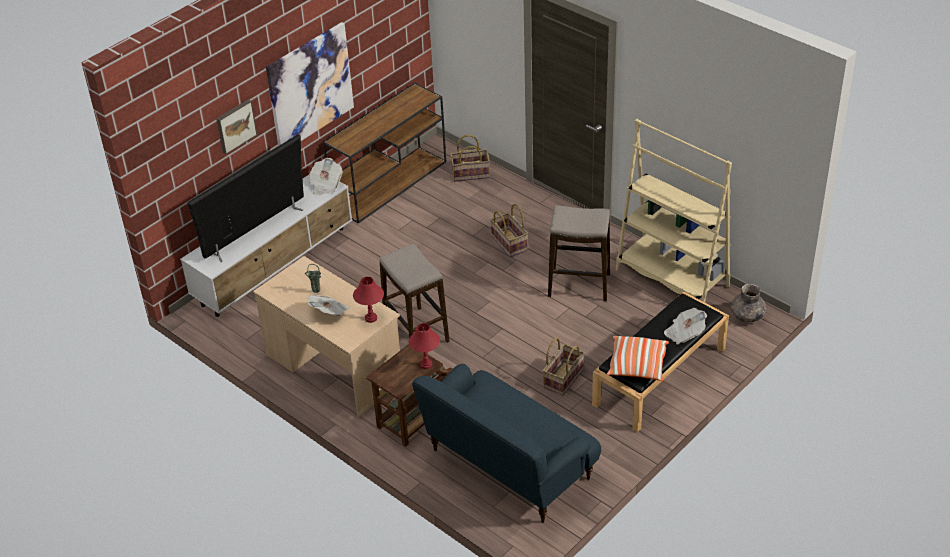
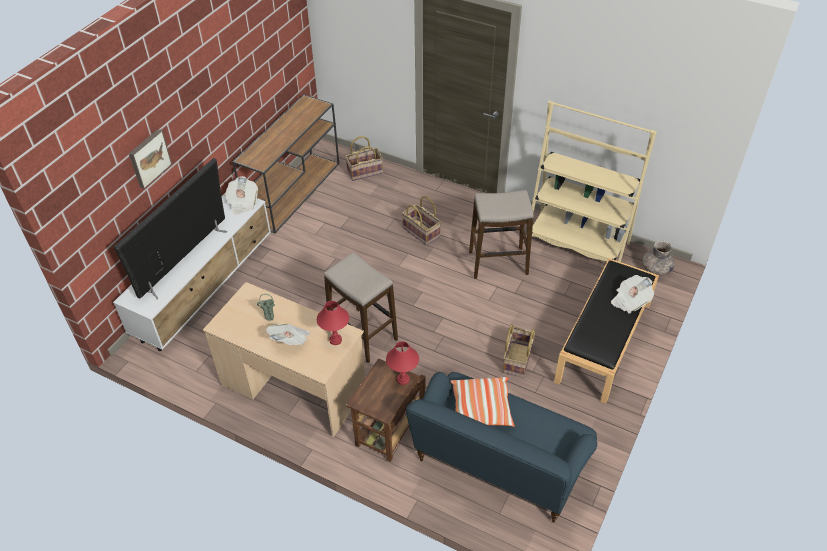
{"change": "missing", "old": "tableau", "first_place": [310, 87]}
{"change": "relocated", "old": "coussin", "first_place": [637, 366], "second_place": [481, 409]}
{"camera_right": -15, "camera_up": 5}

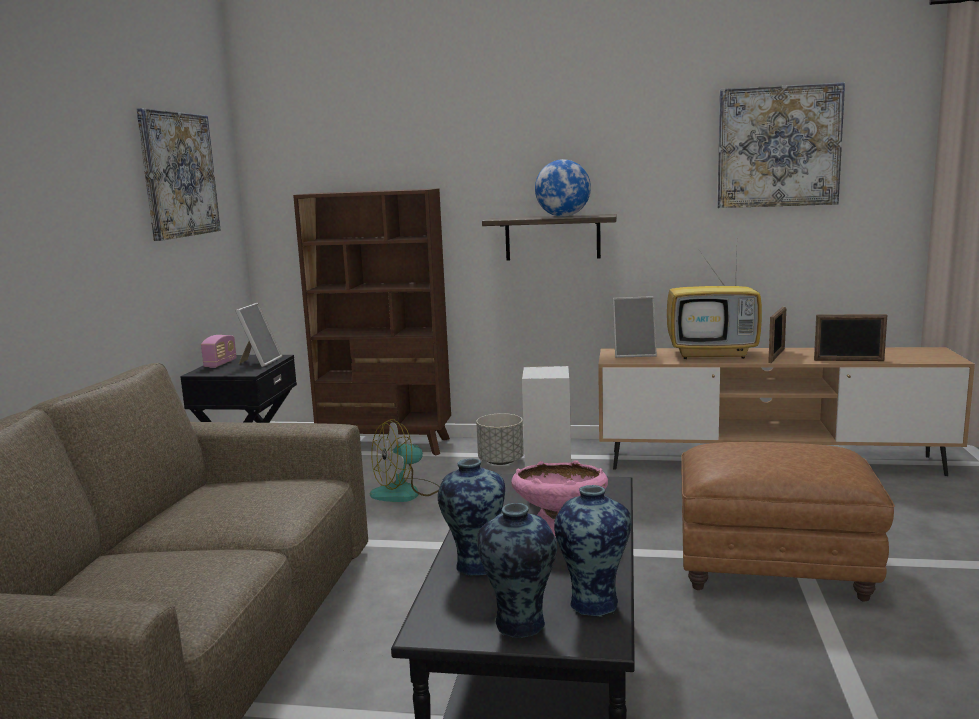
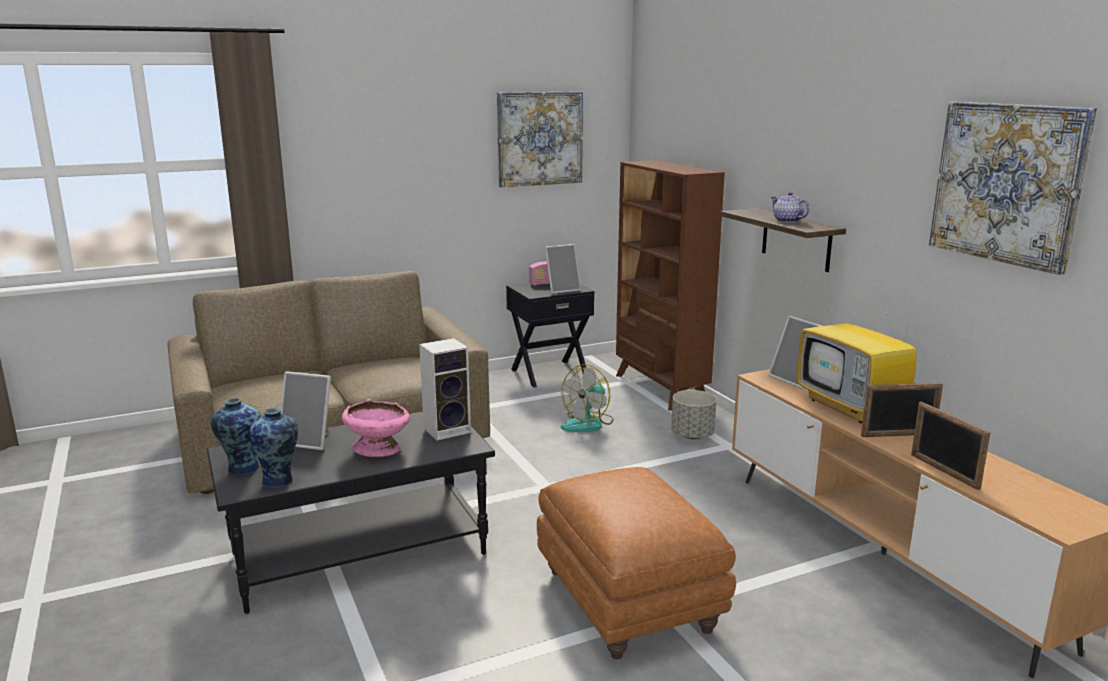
{"change": "exchanged", "old": "vase", "new": "cadre photo", "first_place": [475, 565], "second_place": [309, 441]}
{"change": "exchanged", "old": "globe", "new": "théière", "first_place": [563, 216], "second_place": [787, 221]}
{"change": "spun", "old": "ventilateur", "first_place": [406, 493], "second_place": [588, 423], "degrees": -75}
{"camera_right": 55, "camera_up": 5}

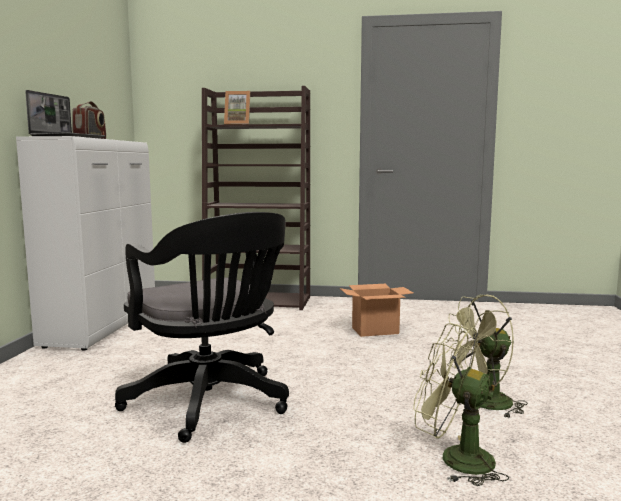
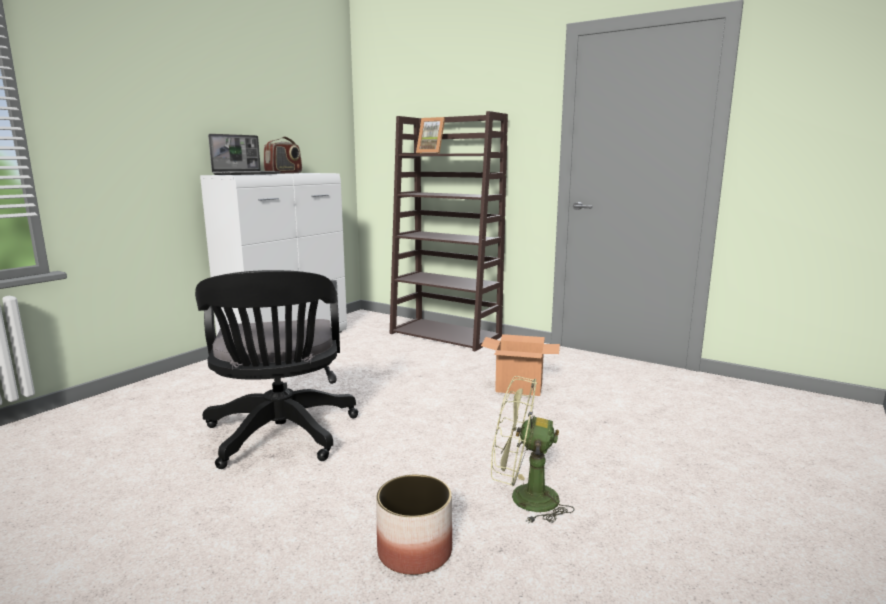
{"change": "exchanged", "old": "ventilateur/vert", "new": "cache-pot", "first_place": [455, 459], "second_place": [414, 552]}
{"camera_right": 25, "camera_up": 5}

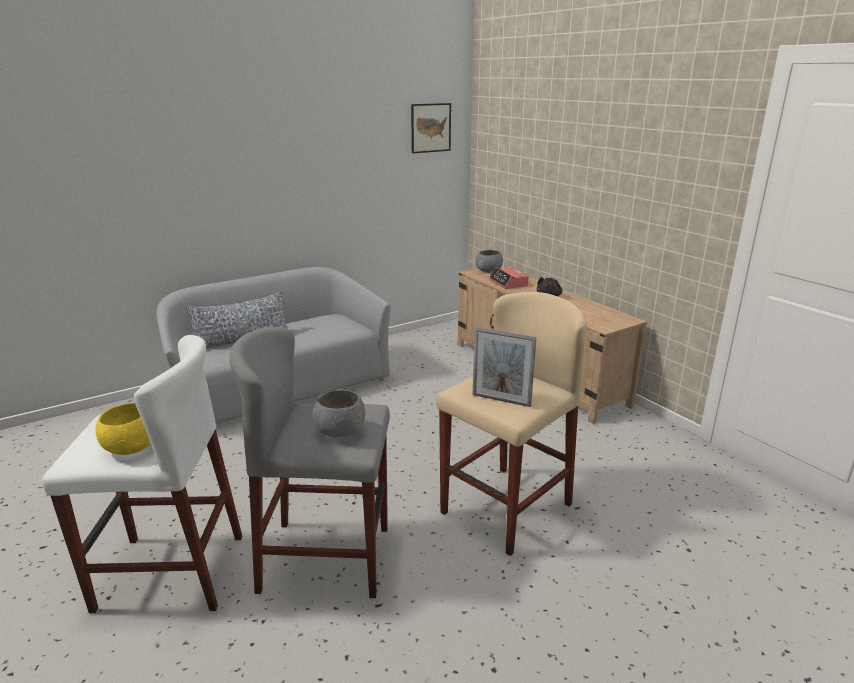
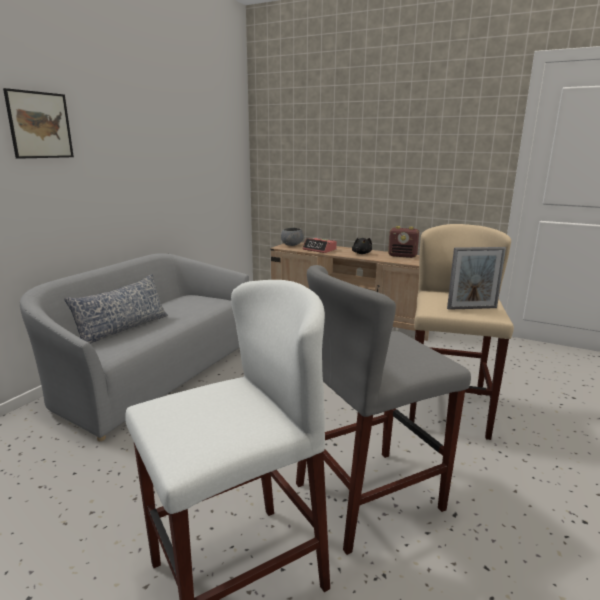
{"change": "missing", "old": "bol/jaune", "first_place": [132, 447]}
{"change": "missing", "old": "bol/gris", "first_place": [340, 431]}
{"change": "appeared", "new": "radio", "second_place": [402, 256]}
{"change": "relocated", "old": "tableau", "first_place": [430, 128], "second_place": [40, 125]}
{"camera_right": -30, "camera_up": -5}

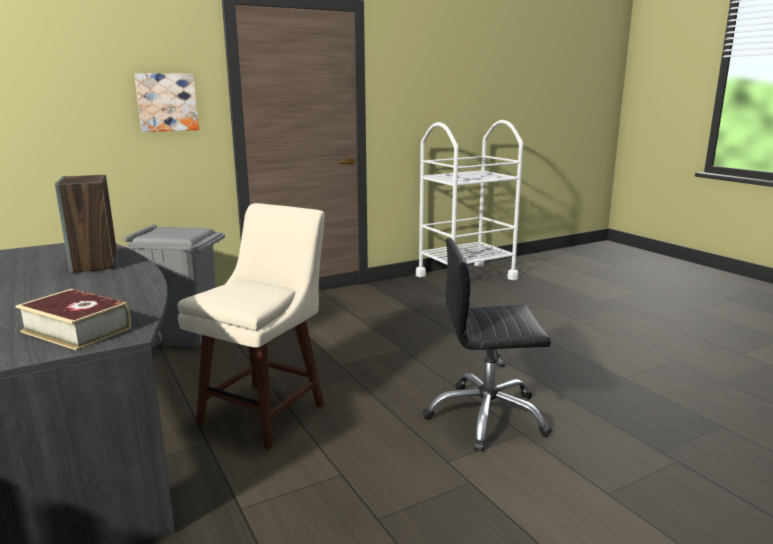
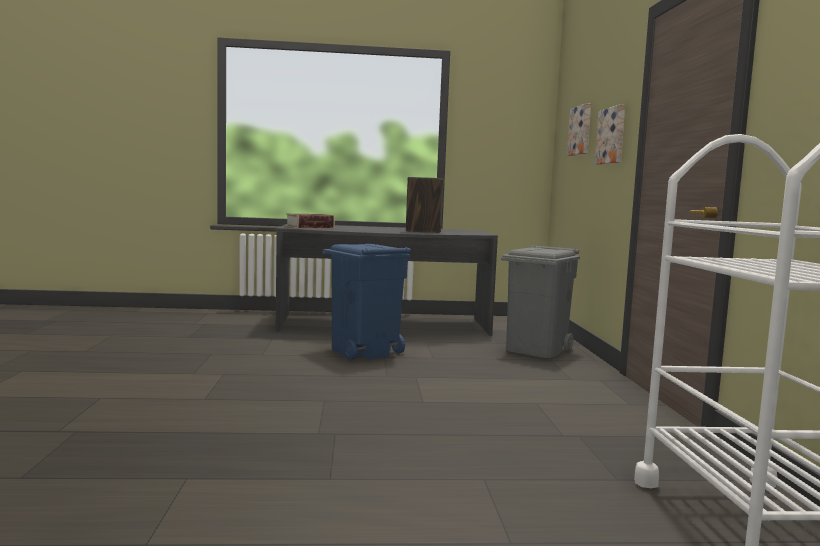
{"change": "missing", "old": "chaise de bureau/noir", "first_place": [486, 416]}
{"change": "appeared", "new": "tableau", "second_place": [581, 130]}
{"change": "exchanged", "old": "tabouret/beige", "new": "poubelle/bleu", "first_place": [265, 412], "second_place": [363, 351]}
{"camera_right": 115, "camera_up": -10}

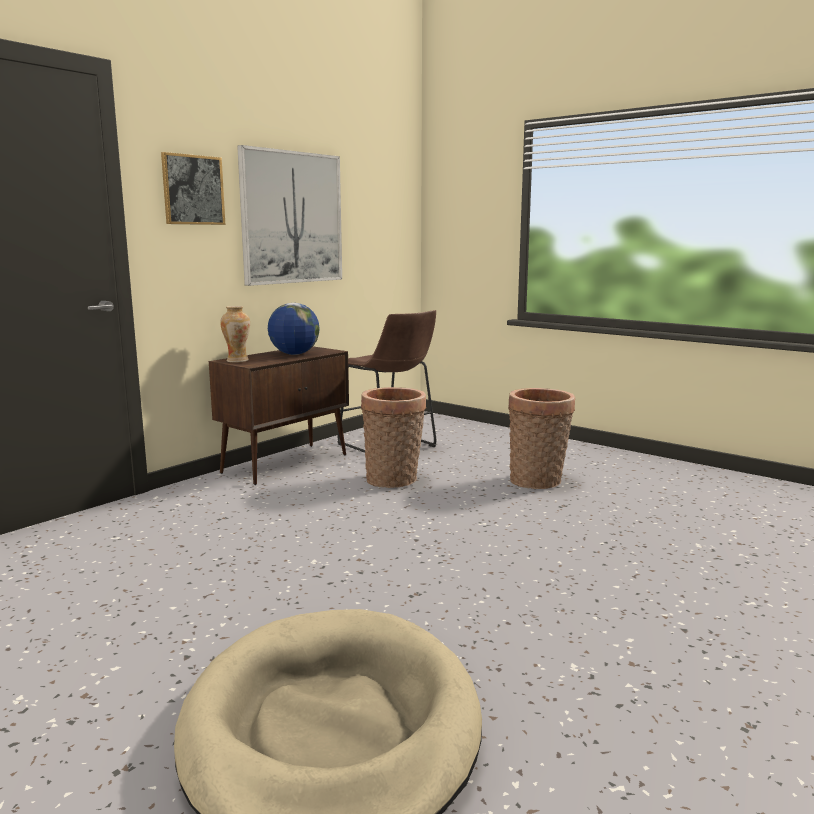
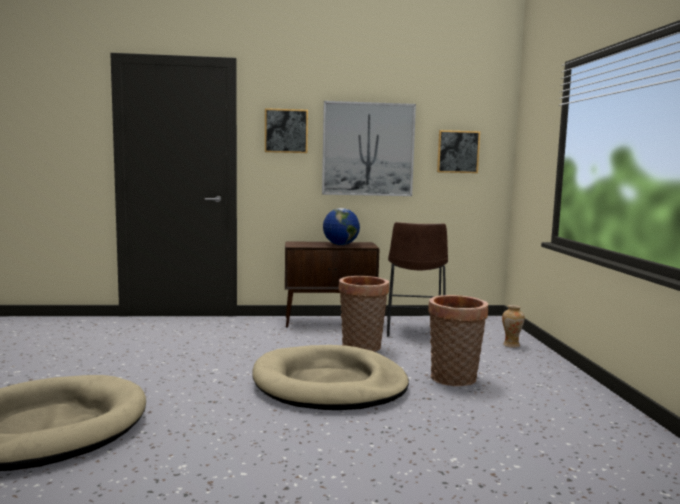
{"change": "appeared", "new": "panier pour chien/beige", "second_place": [329, 385]}
{"change": "appeared", "new": "tableau", "second_place": [458, 152]}
{"change": "relocated", "old": "vase", "first_place": [237, 361], "second_place": [511, 345]}
{"camera_right": 45, "camera_up": -5}

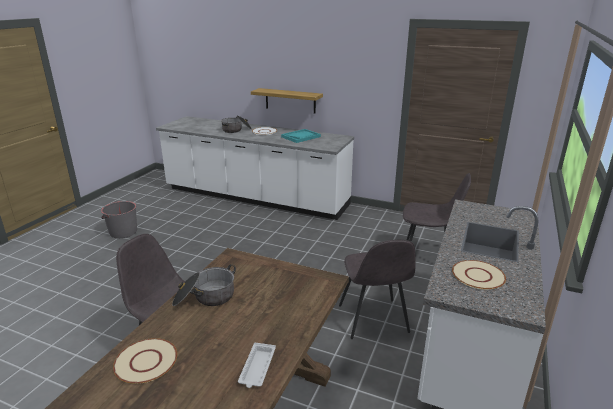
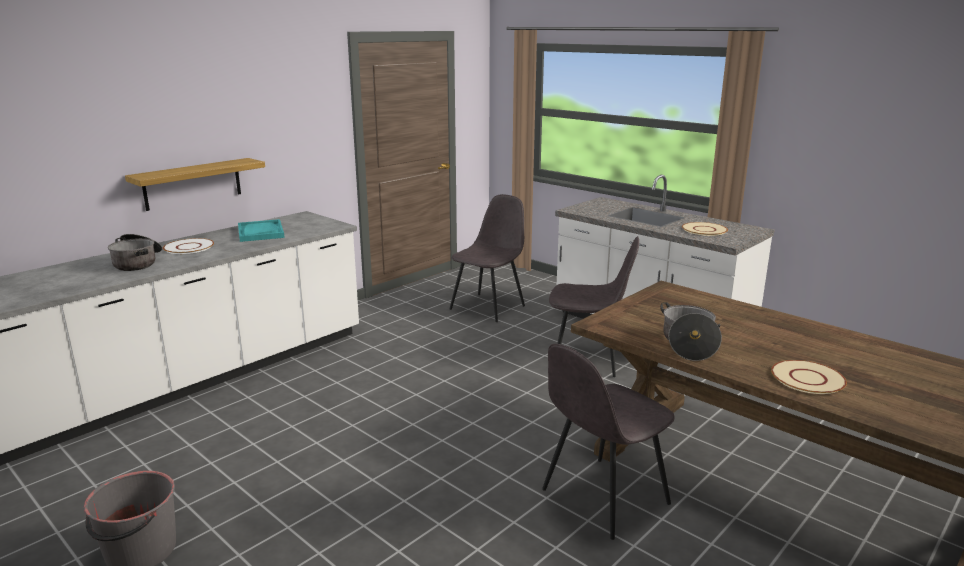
{"change": "missing", "old": "plateau/blanc", "first_place": [257, 368]}
{"camera_right": -70, "camera_up": -5}

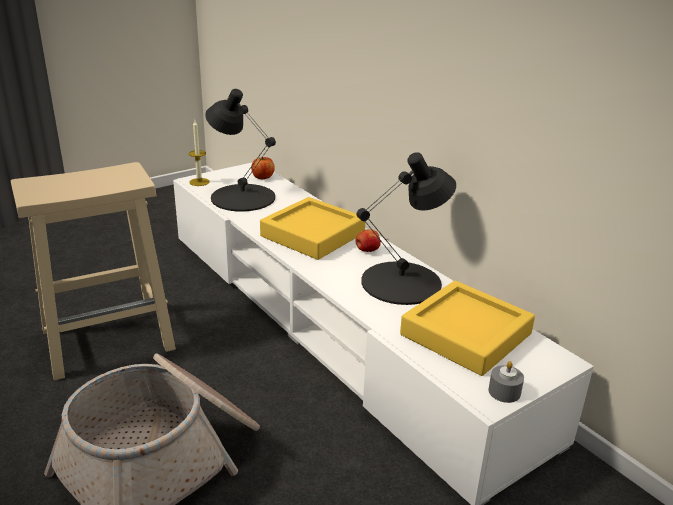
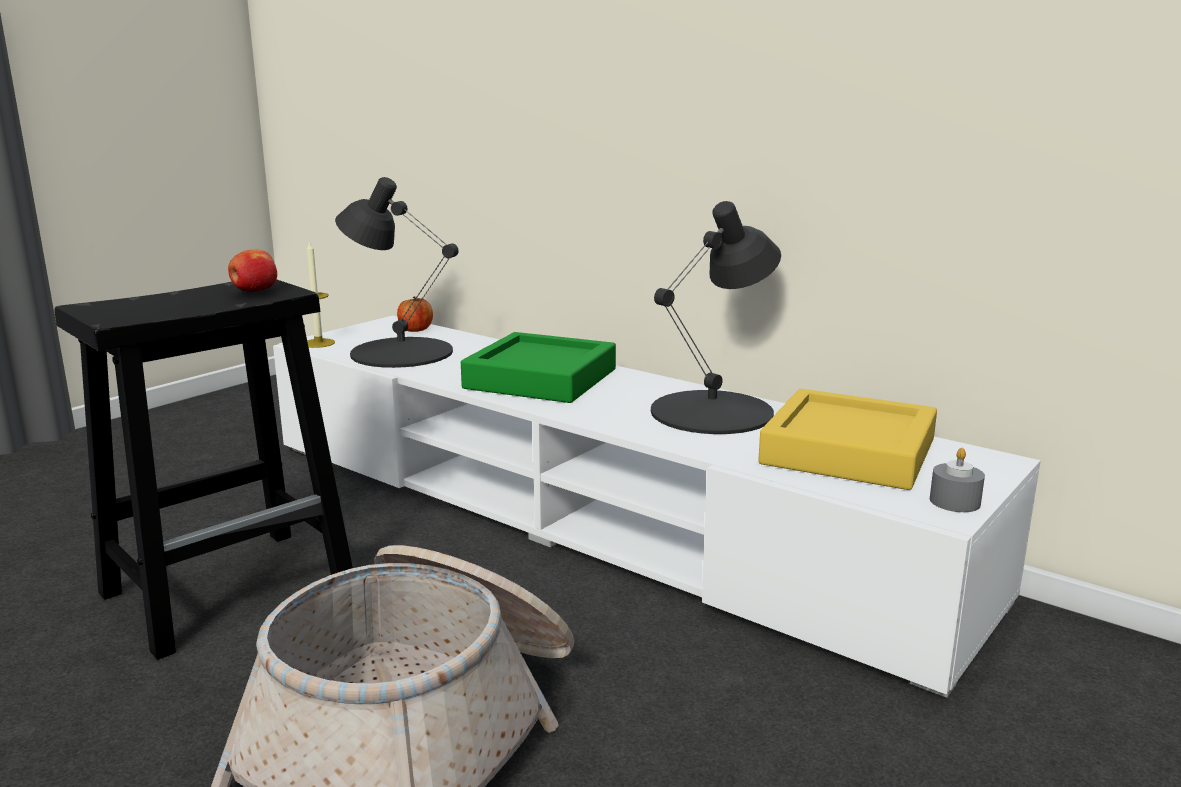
{"change": "relocated", "old": "pomme", "first_place": [367, 250], "second_place": [254, 291]}
{"change": "colour", "old": "tabouret/beige", "new": "tabouret/noir", "first_place": [110, 338], "second_place": [231, 587]}
{"change": "colour", "old": "plateau/jaune", "new": "plateau/vert", "first_place": [312, 235], "second_place": [541, 379]}
{"camera_right": -15, "camera_up": -10}

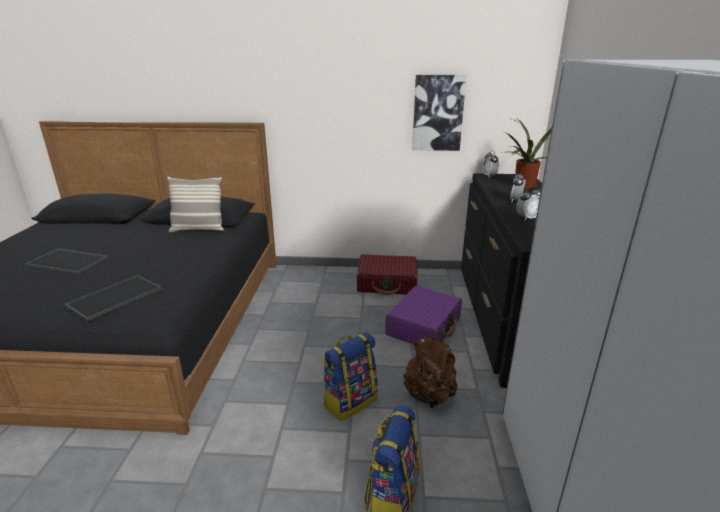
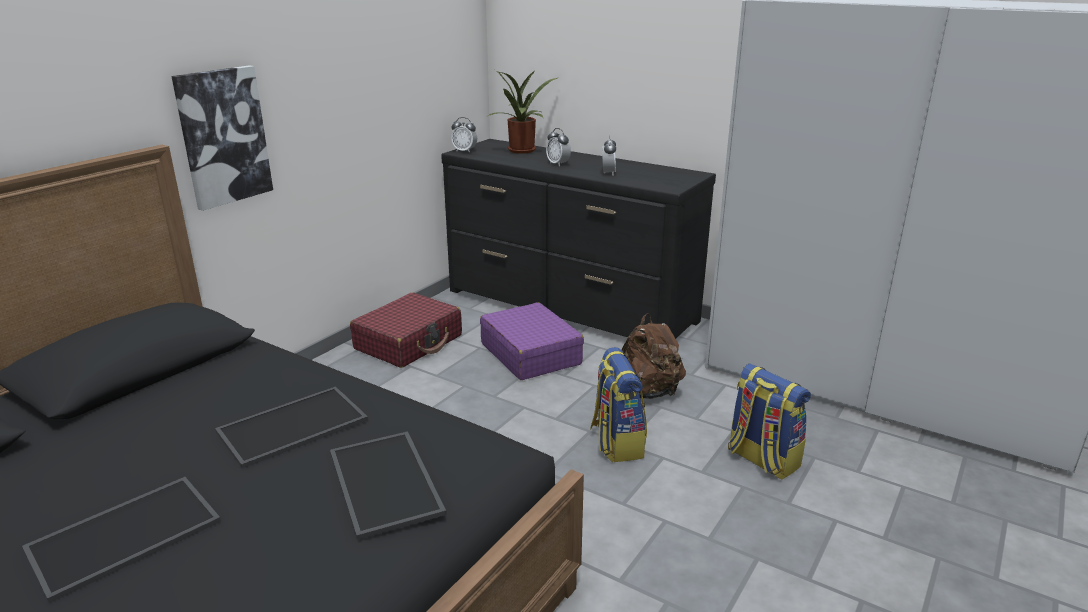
{"change": "missing", "old": "coussin", "first_place": [198, 229]}
{"change": "appeared", "new": "plateau", "second_place": [292, 427]}
{"change": "relocated", "old": "tableau", "first_place": [438, 113], "second_place": [223, 136]}
{"camera_right": -60, "camera_up": 0}

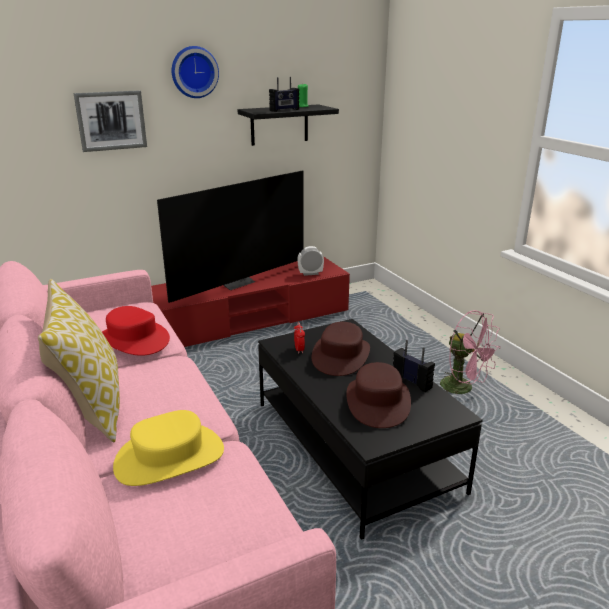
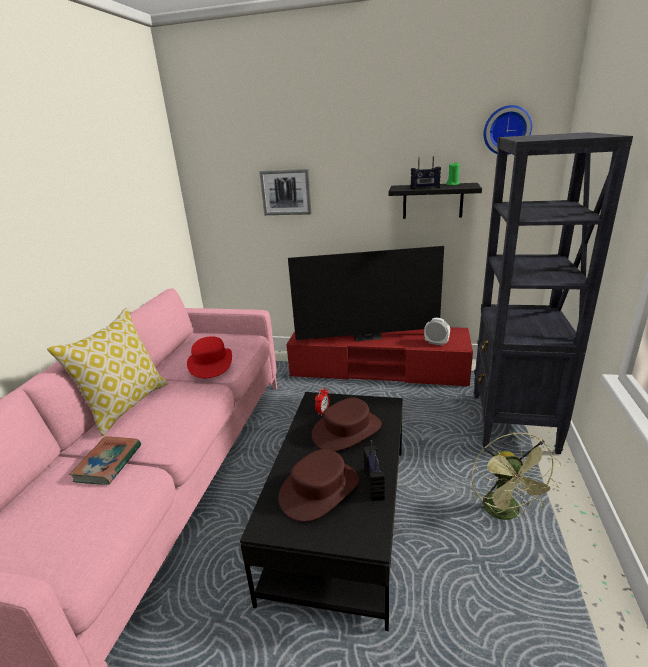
{"change": "appeared", "new": "bibliothèque/noir", "second_place": [513, 423]}
{"change": "relocated", "old": "horloge murale", "first_place": [194, 72], "second_place": [506, 130]}
{"change": "exchanged", "old": "chapeau/jaune", "new": "livre", "first_place": [169, 457], "second_place": [108, 463]}
{"change": "colour", "old": "ventilateur/rose", "new": "ventilateur/vert", "first_place": [463, 388], "second_place": [506, 513]}
{"camera_right": 40, "camera_up": 0}

